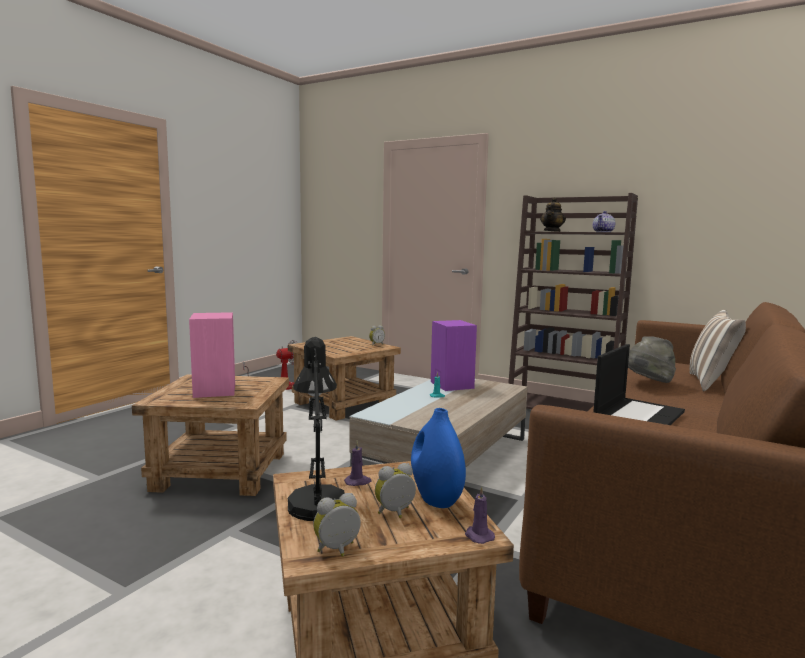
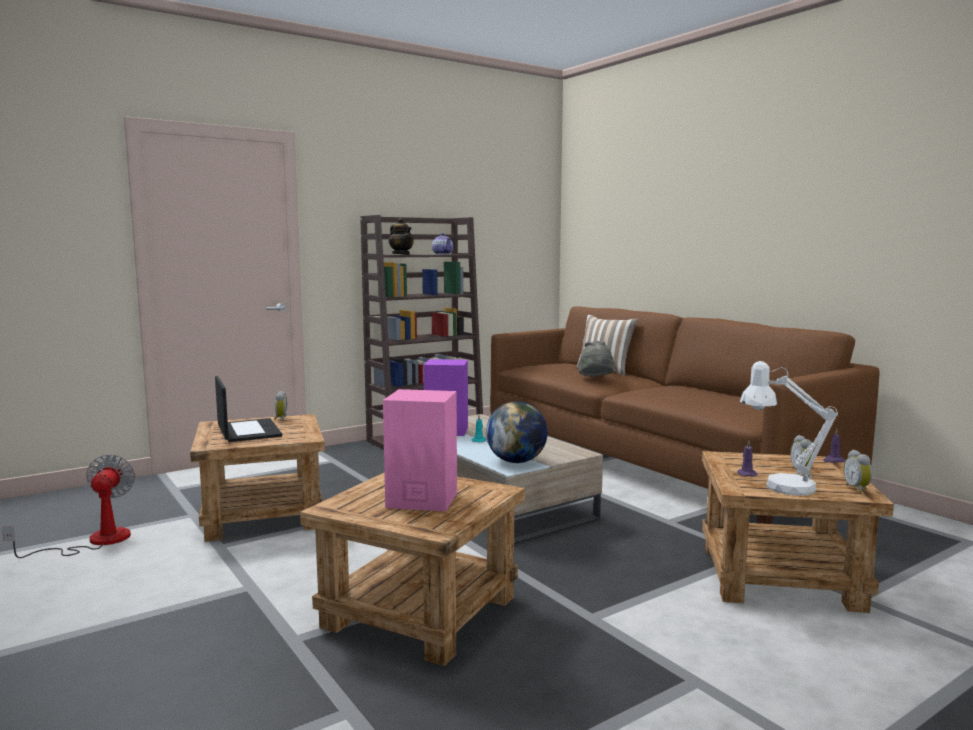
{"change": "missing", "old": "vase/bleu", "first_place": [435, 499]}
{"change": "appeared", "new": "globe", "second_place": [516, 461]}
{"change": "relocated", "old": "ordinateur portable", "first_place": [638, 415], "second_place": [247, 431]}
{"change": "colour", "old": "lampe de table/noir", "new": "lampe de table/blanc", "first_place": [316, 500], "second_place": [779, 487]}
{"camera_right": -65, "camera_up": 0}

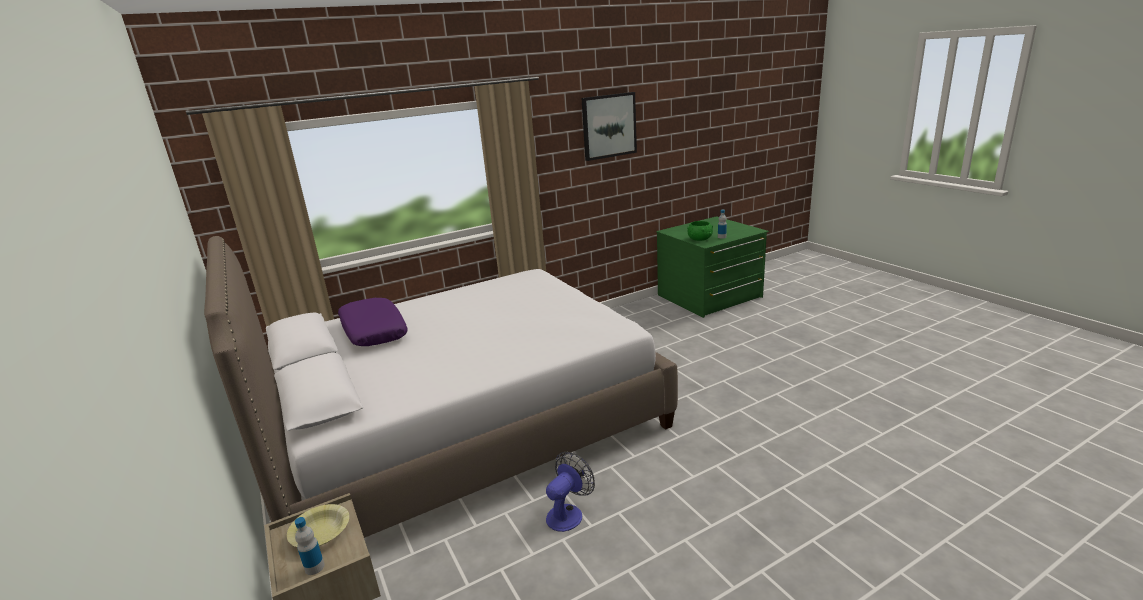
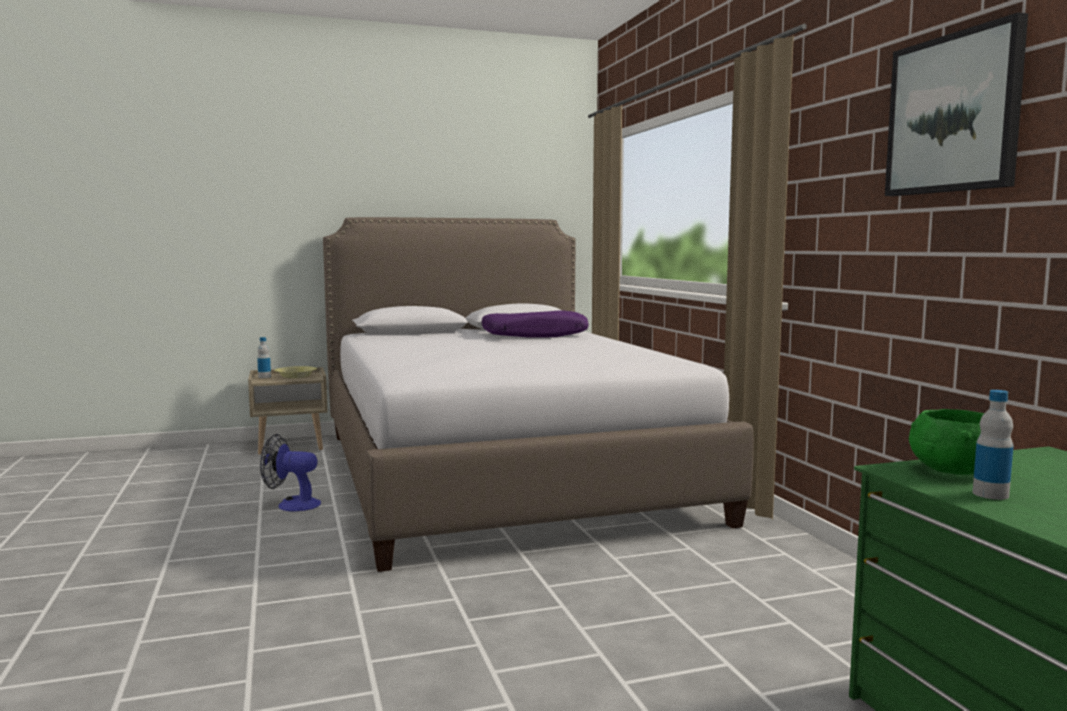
{"change": "spun", "old": "ventilateur", "first_place": [568, 513], "second_place": [291, 504], "degrees": 135}
{"camera_right": 100, "camera_up": -15}

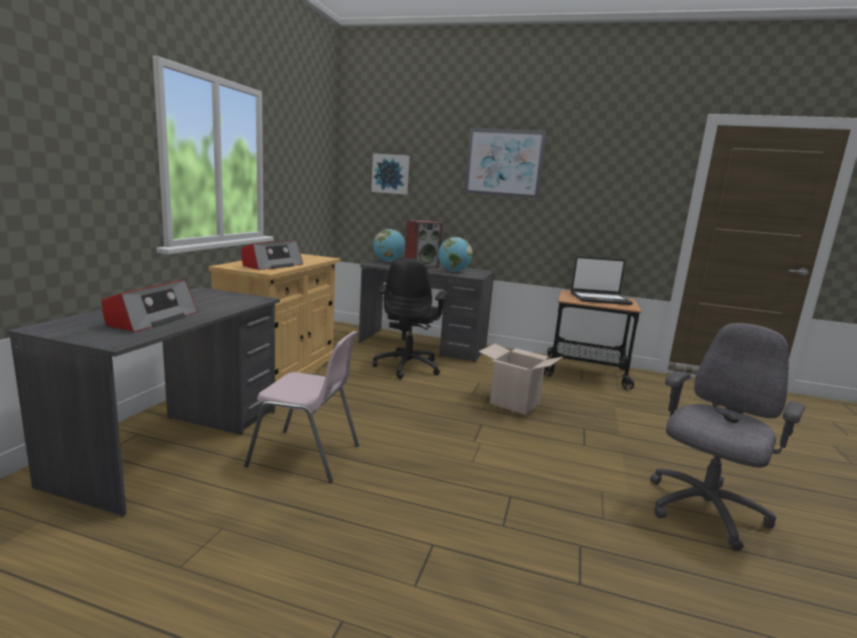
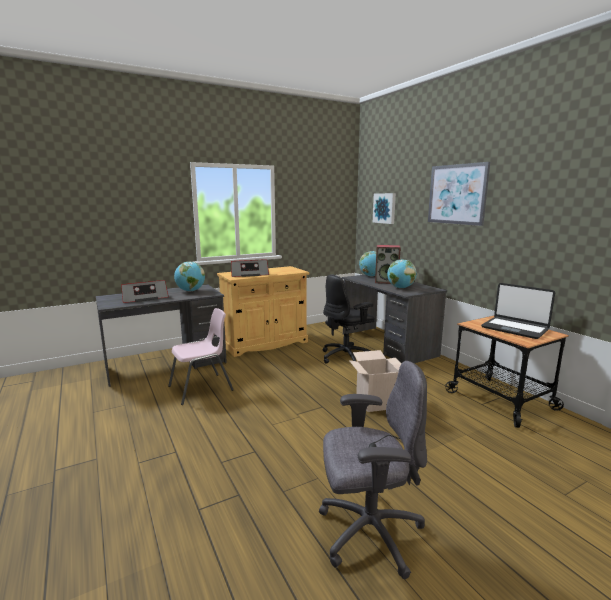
{"change": "appeared", "new": "globe", "second_place": [190, 291]}
{"change": "spun", "old": "chaise/rose", "first_place": [306, 456], "second_place": [202, 388], "degrees": -90}
{"camera_right": 45, "camera_up": 0}

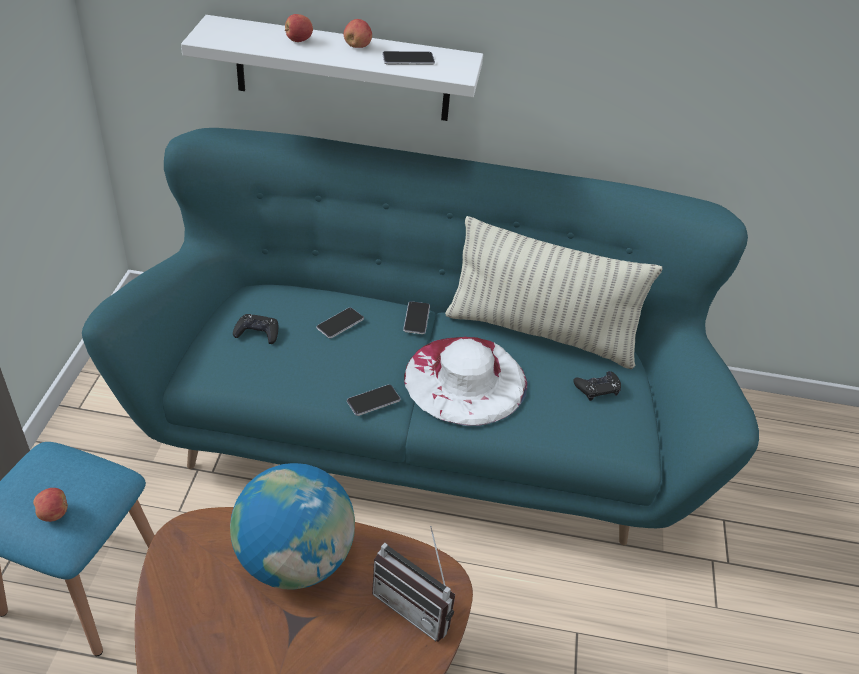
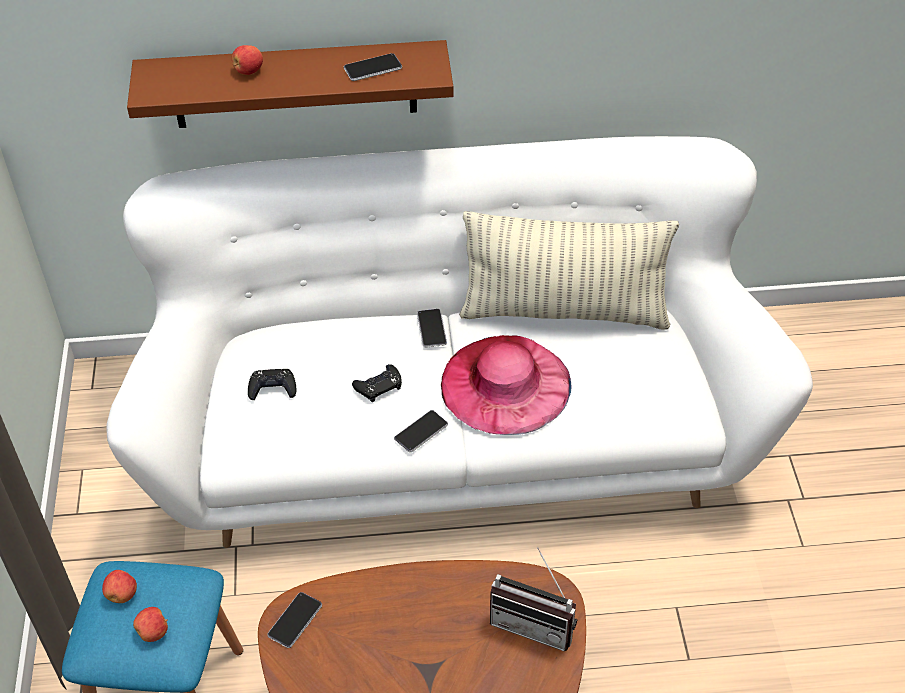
{"change": "missing", "old": "globe", "first_place": [295, 559]}
{"change": "relocated", "old": "téléphone", "first_place": [340, 323], "second_place": [295, 620]}
{"change": "relocated", "old": "pomme", "first_place": [357, 46], "second_place": [122, 594]}
{"change": "relocated", "old": "manette/noir", "first_place": [597, 388], "second_place": [378, 386]}
{"change": "colour", "old": "canapé/turquoise", "new": "canapé/blanc", "first_place": [420, 428], "second_place": [453, 439]}
{"change": "colour", "old": "étagère/blanc", "new": "étagère/marron", "first_place": [342, 70], "second_place": [294, 84]}
{"change": "colour", "old": "chapeau/blanc", "new": "chapeau/rose", "first_place": [465, 379], "second_place": [505, 384]}
{"camera_right": -10, "camera_up": 5}

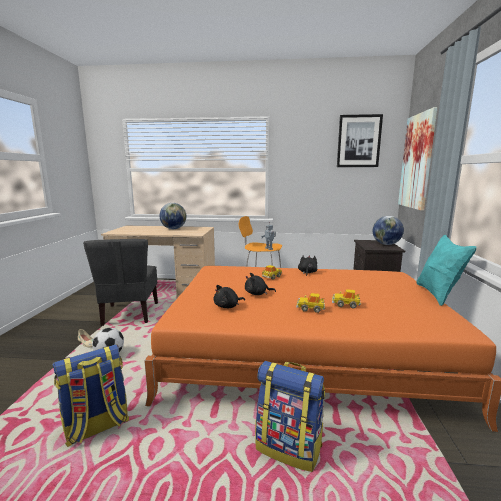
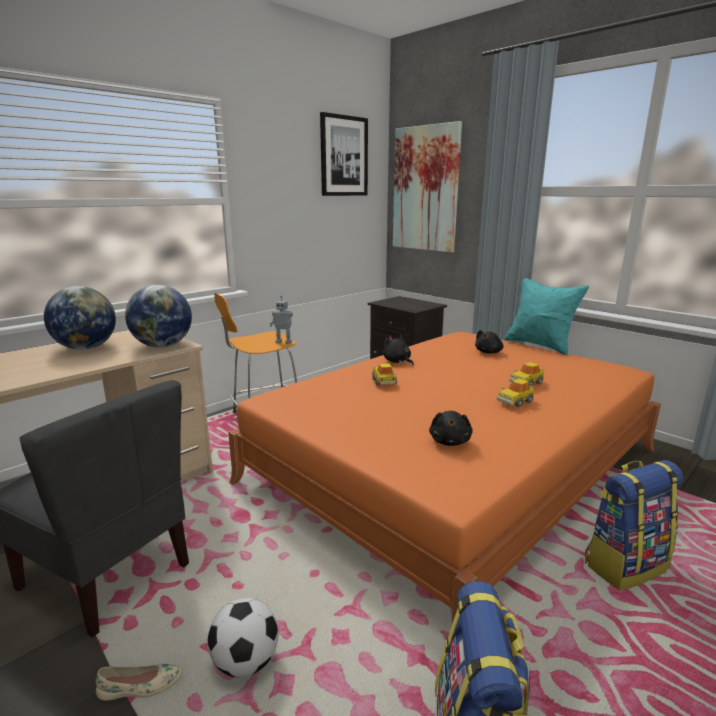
{"change": "relocated", "old": "peluche/noir", "first_place": [257, 294], "second_place": [489, 352]}
{"change": "relocated", "old": "globe", "first_place": [386, 244], "second_place": [162, 346]}
{"camera_right": -50, "camera_up": 5}

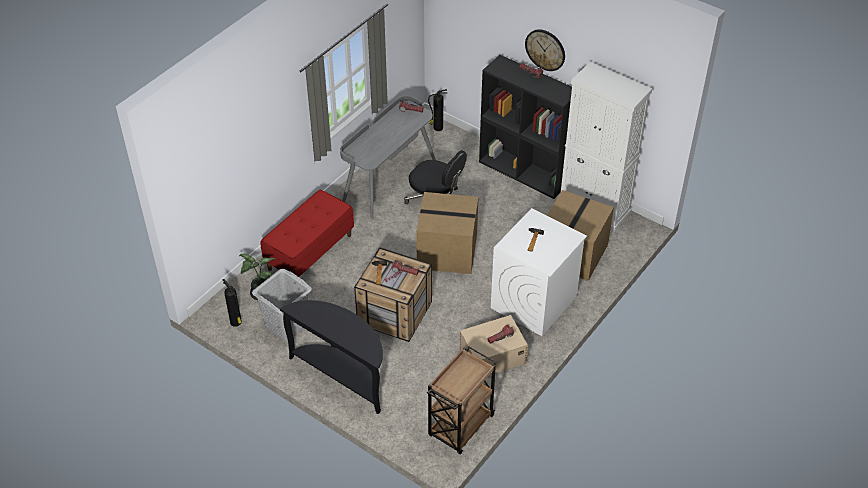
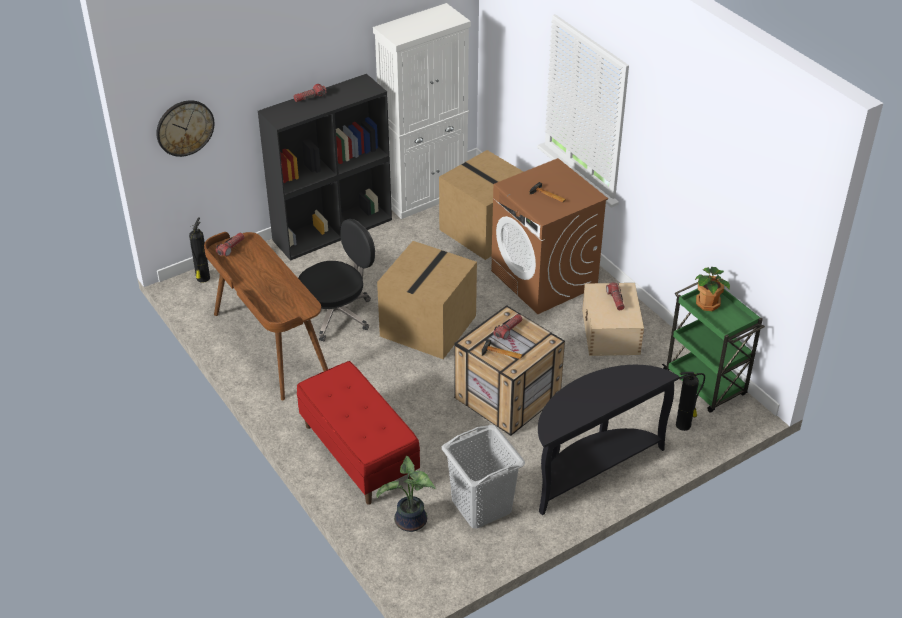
{"change": "appeared", "new": "plante en pot", "second_place": [708, 303]}
{"change": "relocated", "old": "extincteur", "first_place": [236, 322], "second_place": [684, 425]}
{"change": "relocated", "old": "horloge murale", "first_place": [545, 49], "second_place": [185, 128]}
{"change": "colour", "old": "bureau/gris", "new": "bureau/marron", "first_place": [388, 180], "second_place": [269, 346]}
{"change": "colour", "old": "chariot/marron", "new": "chariot/vert", "first_place": [460, 427], "second_place": [705, 384]}
{"change": "colour", "old": "lave-linge/blanc", "new": "lave-linge/marron", "first_place": [533, 302], "second_place": [544, 279]}
{"camera_right": -70, "camera_up": -5}

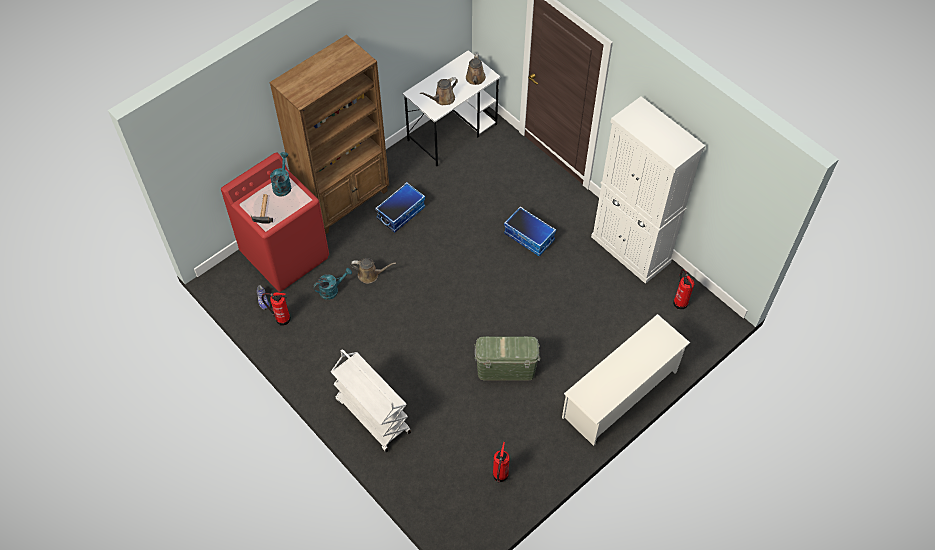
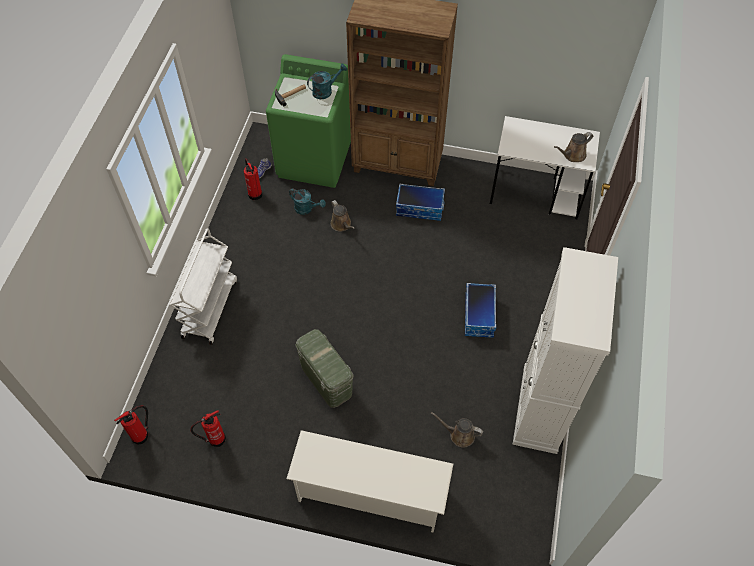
{"change": "relocated", "old": "arrosoir/marron", "first_place": [442, 99], "second_place": [459, 435]}
{"change": "relocated", "old": "extincteur", "first_place": [680, 302], "second_place": [141, 435]}
{"change": "colour", "old": "lave-linge/rouge", "new": "lave-linge/vert", "first_place": [286, 255], "second_place": [315, 160]}
{"camera_right": 55, "camera_up": 0}

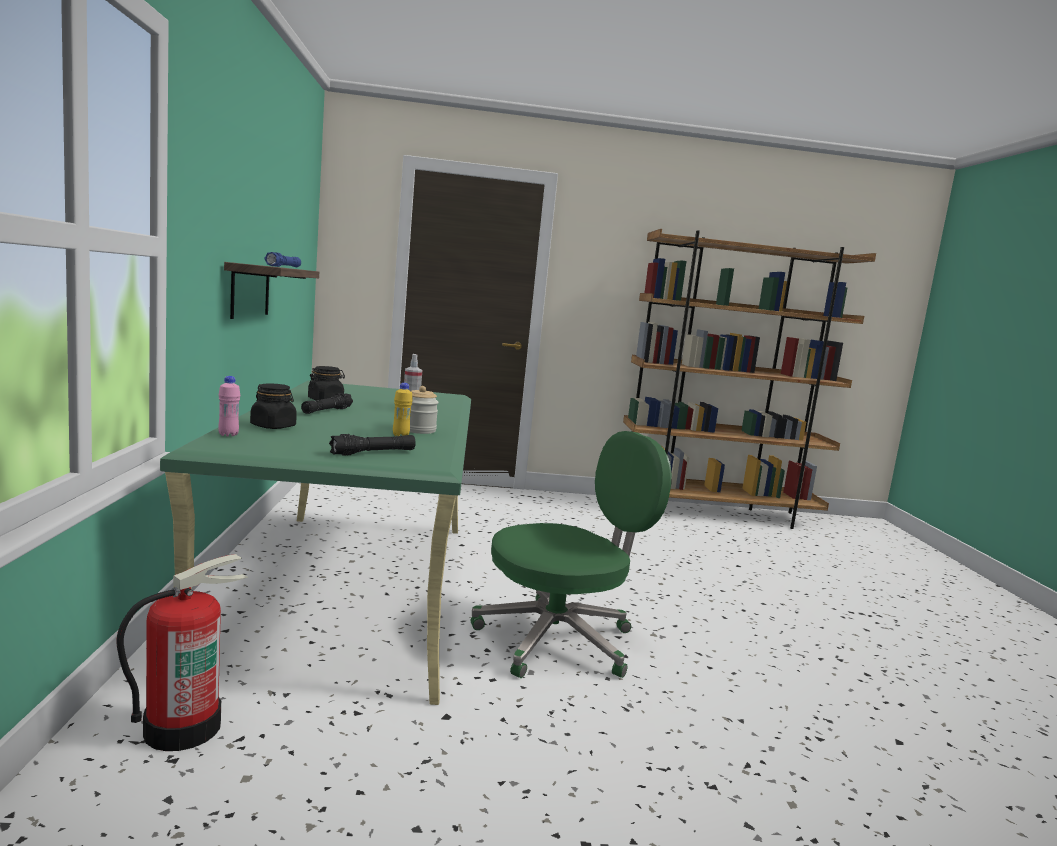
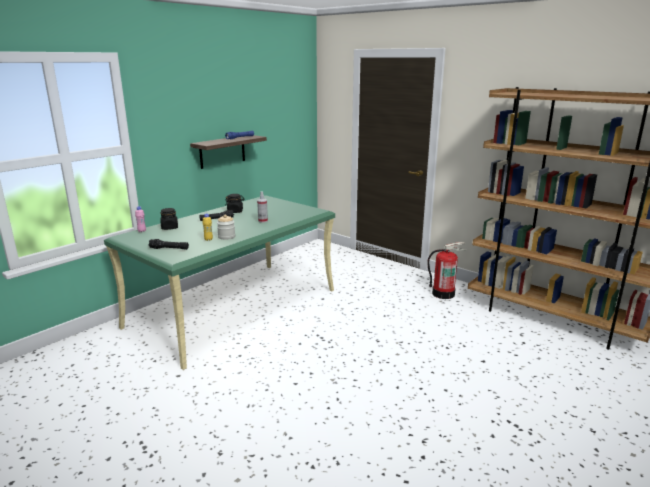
{"change": "missing", "old": "chaise de bureau/vert", "first_place": [559, 640]}
{"change": "relocated", "old": "extincteur", "first_place": [183, 727], "second_place": [443, 293]}
{"camera_right": 45, "camera_up": 10}

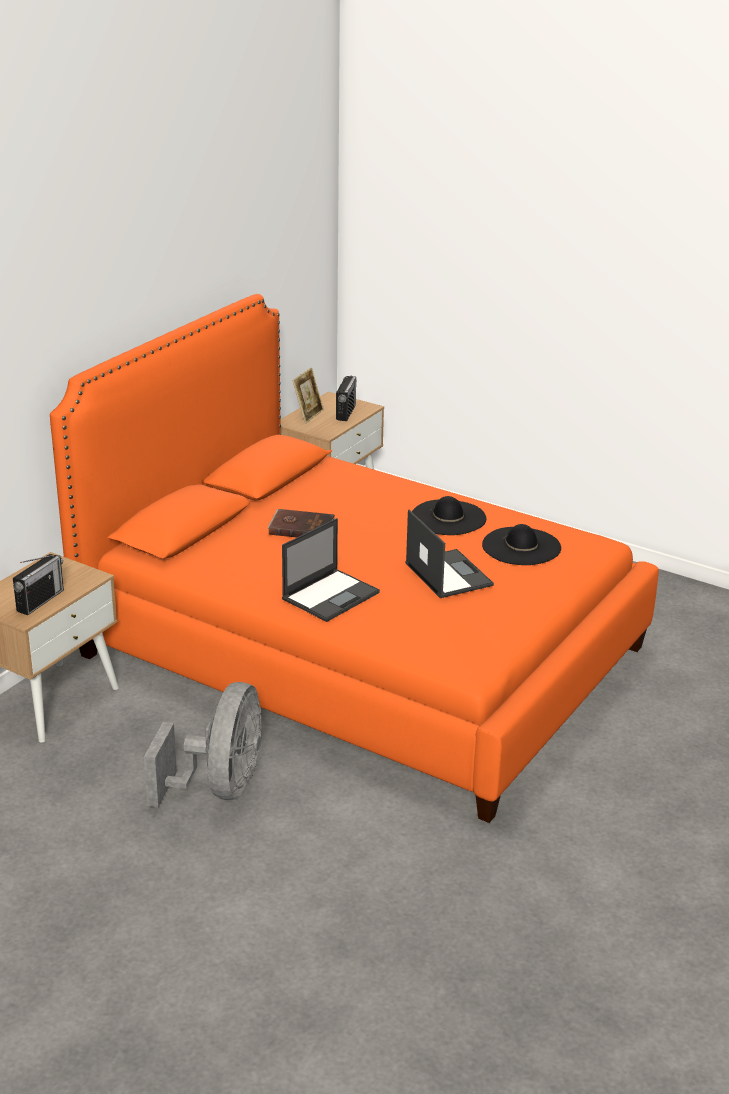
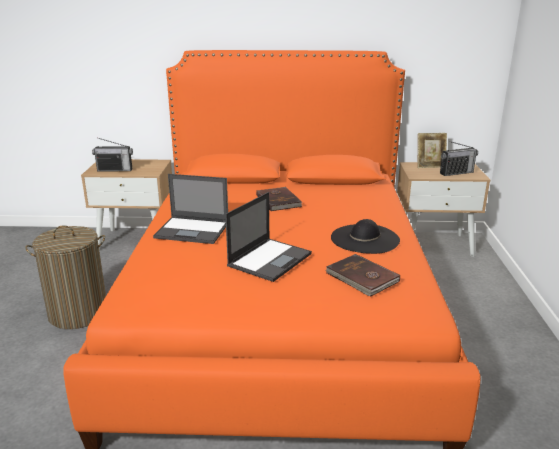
{"change": "exchanged", "old": "ventilateur/gris", "new": "panier à linge", "first_place": [220, 787], "second_place": [78, 313]}
{"change": "exchanged", "old": "chapeau/noir", "new": "livre/marron", "first_place": [521, 546], "second_place": [362, 278]}
{"camera_right": 60, "camera_up": -5}

